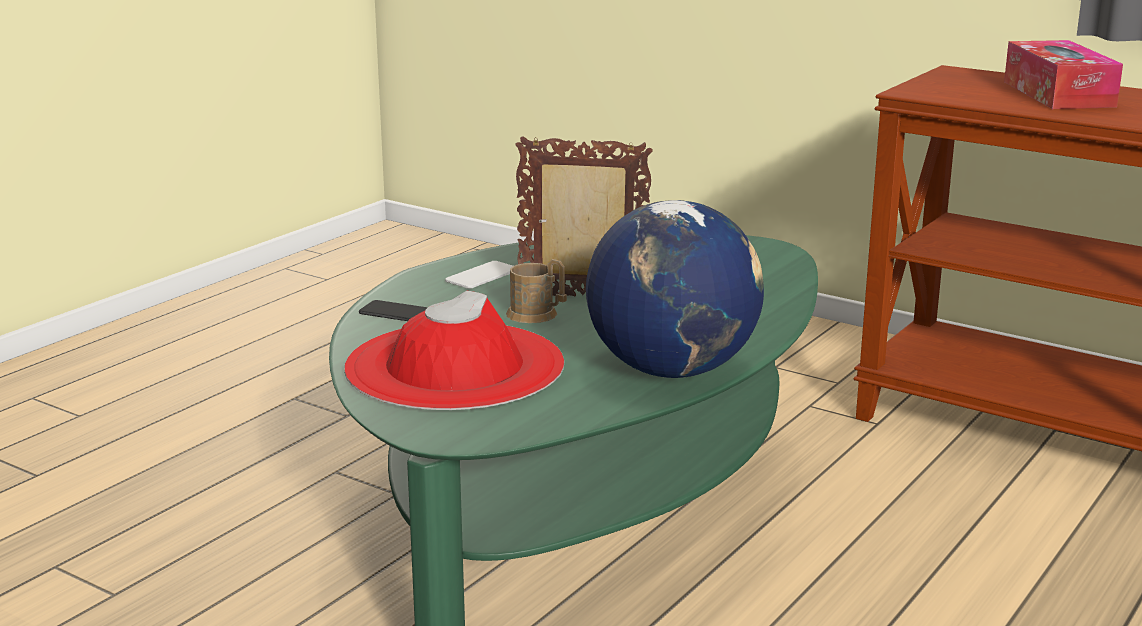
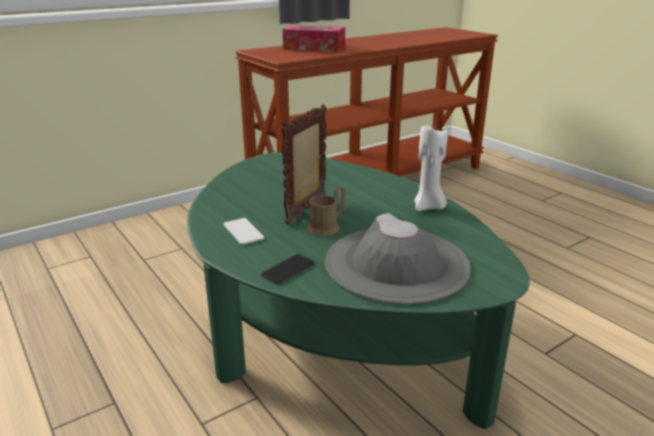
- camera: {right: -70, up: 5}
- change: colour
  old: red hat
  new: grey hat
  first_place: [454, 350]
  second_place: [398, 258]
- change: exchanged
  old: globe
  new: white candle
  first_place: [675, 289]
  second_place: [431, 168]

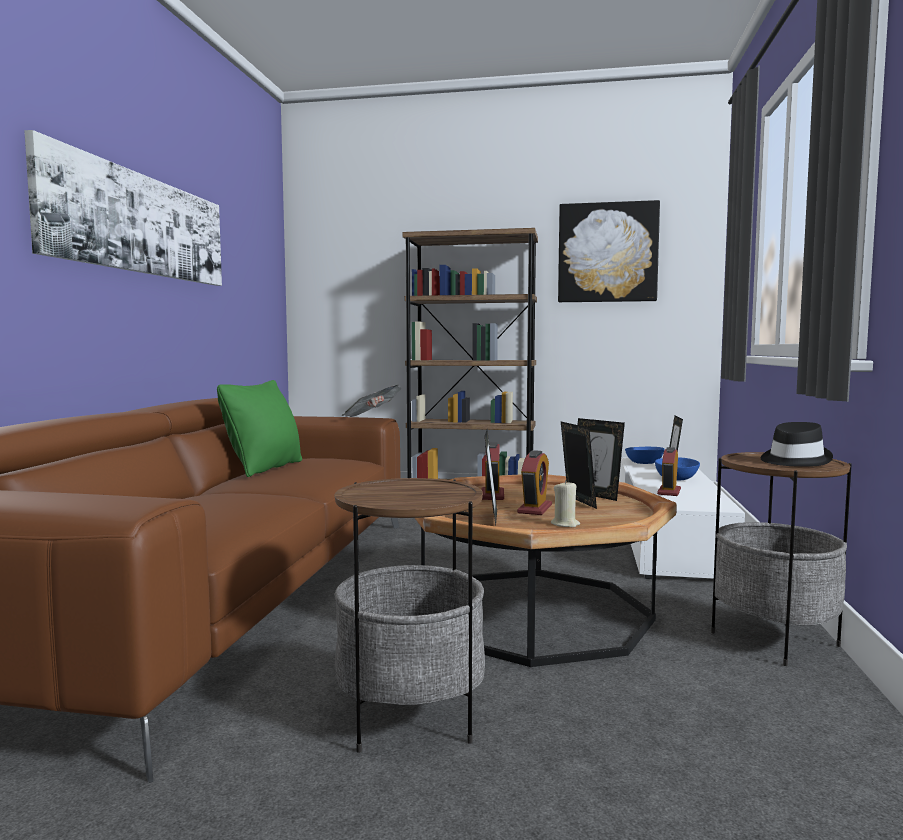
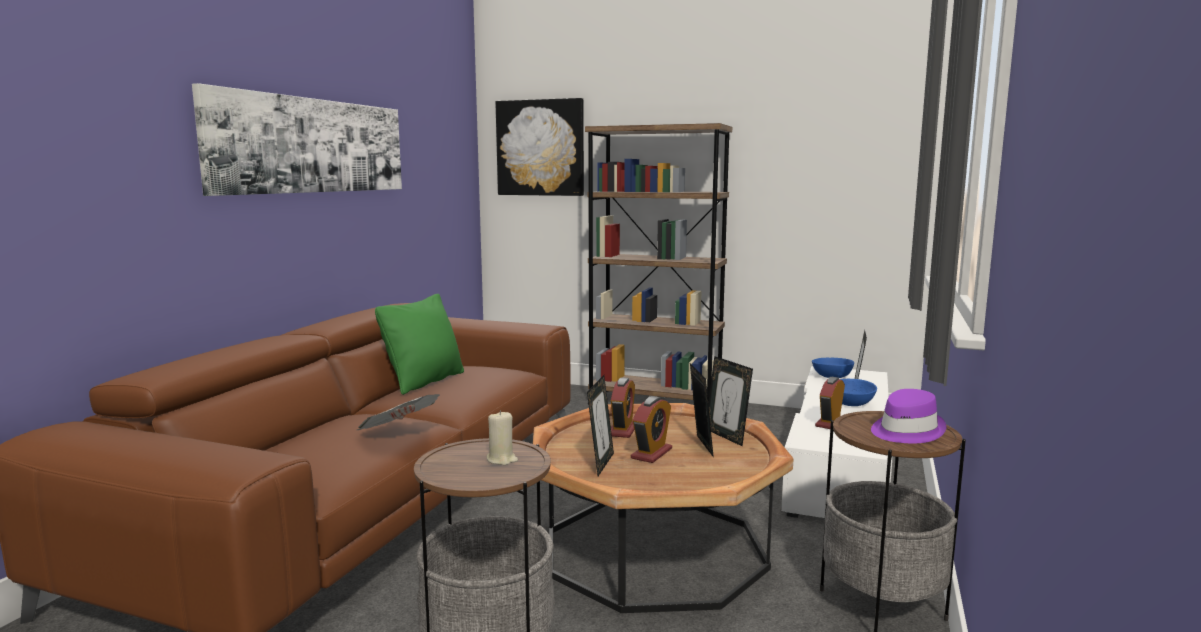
- camera: {right: 10, up: 5}
- change: relocated
  old: newspaper
  first_place: [371, 401]
  second_place: [398, 412]
- change: relocated
  old: beige candle
  first_place: [565, 503]
  second_place: [502, 437]
- change: relocated
  old: picture
  first_place: [609, 251]
  second_place: [539, 147]
- change: colour
  old: black hat
  new: purple hat
  first_place: [797, 444]
  second_place: [908, 416]

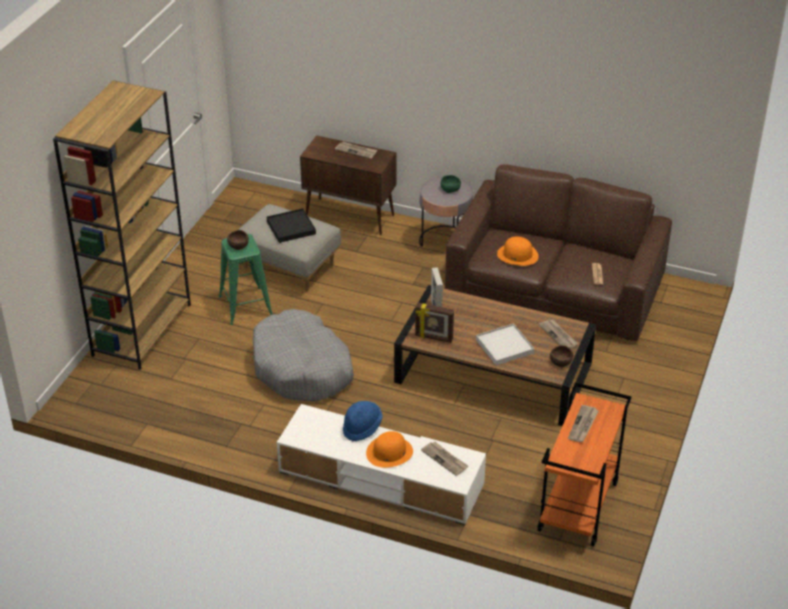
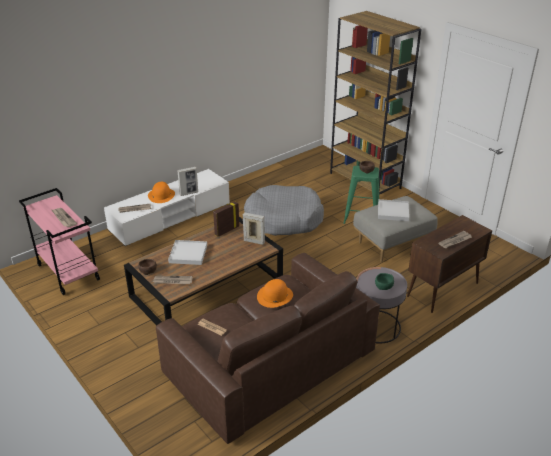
- camera: {right: 120, up: -5}
- change: colour
  old: orange cart
  new: pink cart
  first_place: [584, 465]
  second_place: [59, 241]
- change: exchanged
  old: blue hat
  new: picture frame
  first_place: [363, 421]
  second_place: [187, 181]
- change: colour
  old: black tray
  new: white tray
  first_place: [291, 225]
  second_place: [393, 210]

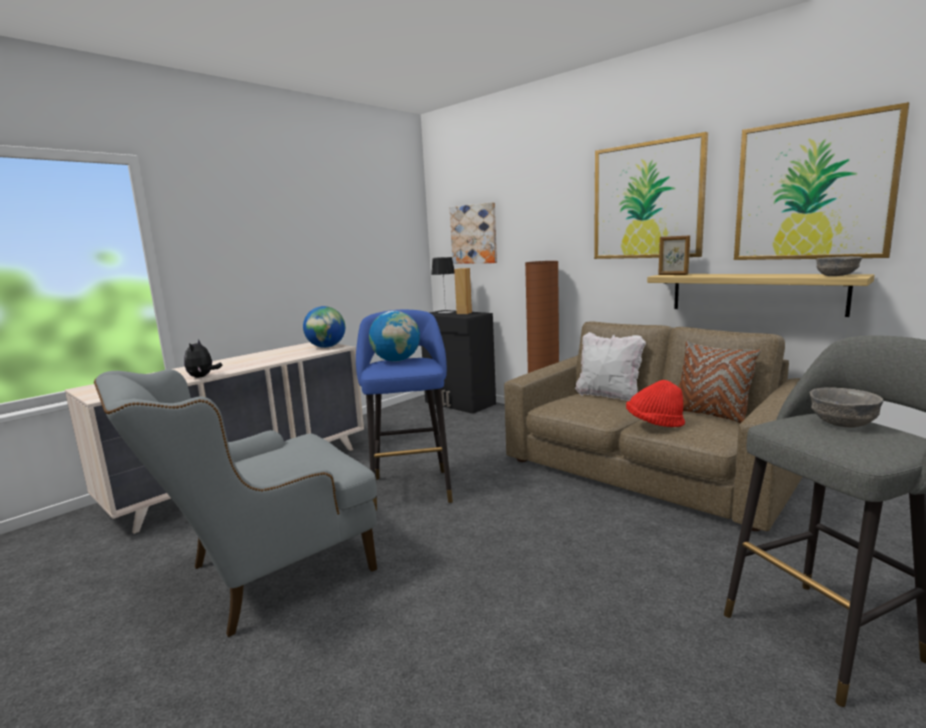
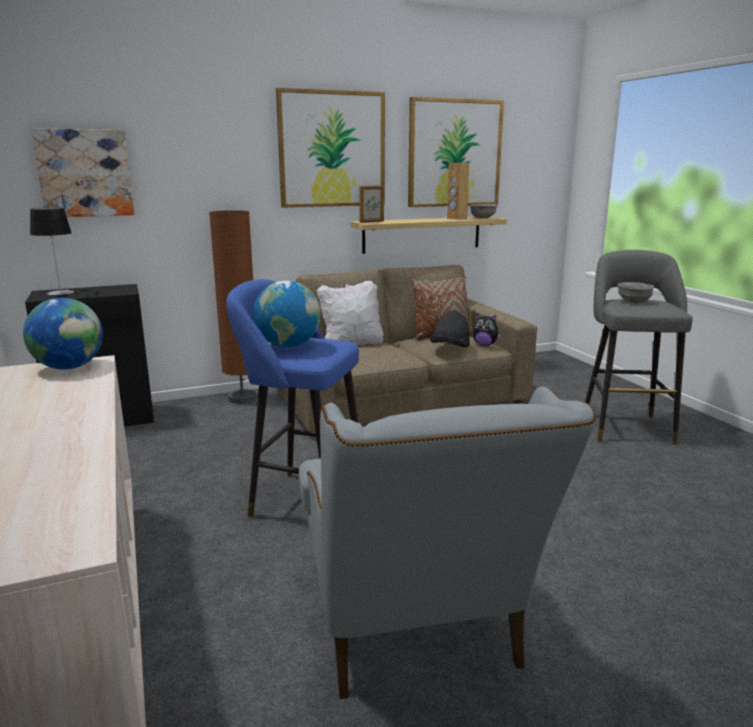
- camera: {right: -65, up: 5}
- change: colour
  old: red hat
  new: black hat
  first_place: [655, 403]
  second_place: [450, 328]
- change: relocated
  old: brown speaker
  first_place: [463, 291]
  second_place: [458, 191]
- change: relocated
  old: plush toy
  first_place: [203, 358]
  second_place: [487, 330]

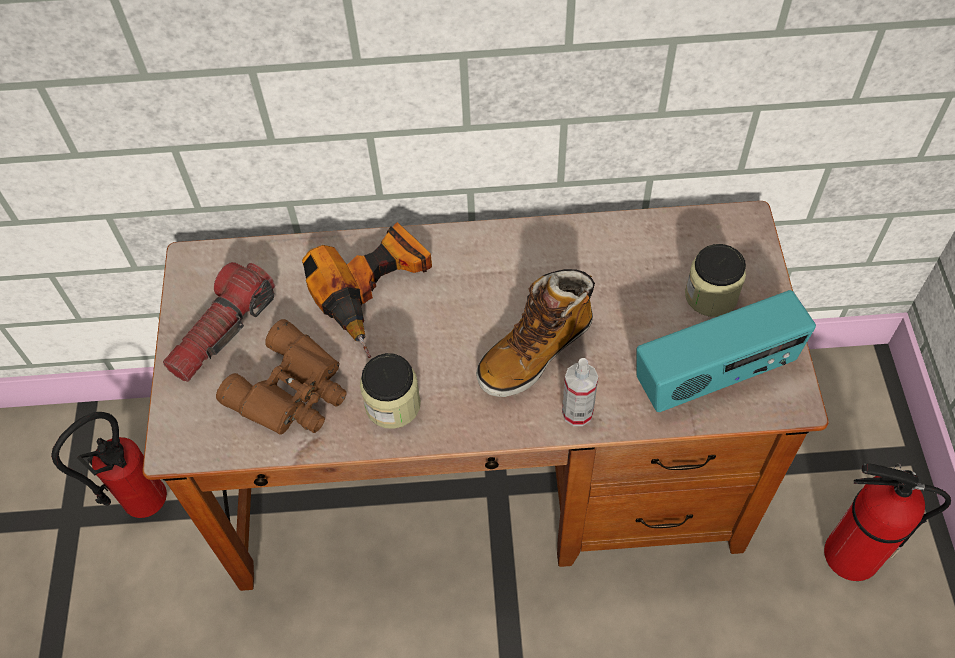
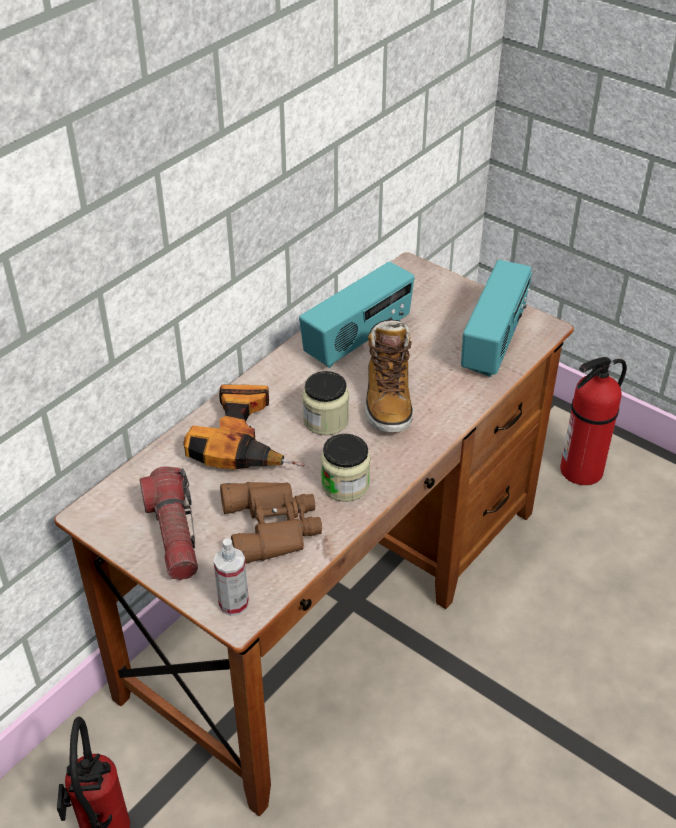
- camera: {right: -50, up: -15}
- change: relocated
  old: spray bottle
  first_place: [580, 392]
  second_place: [231, 577]
- change: appeared
  new: radio
  second_place: [356, 315]
- change: relocated
  old: jar
  first_place: [715, 280]
  second_place: [325, 403]

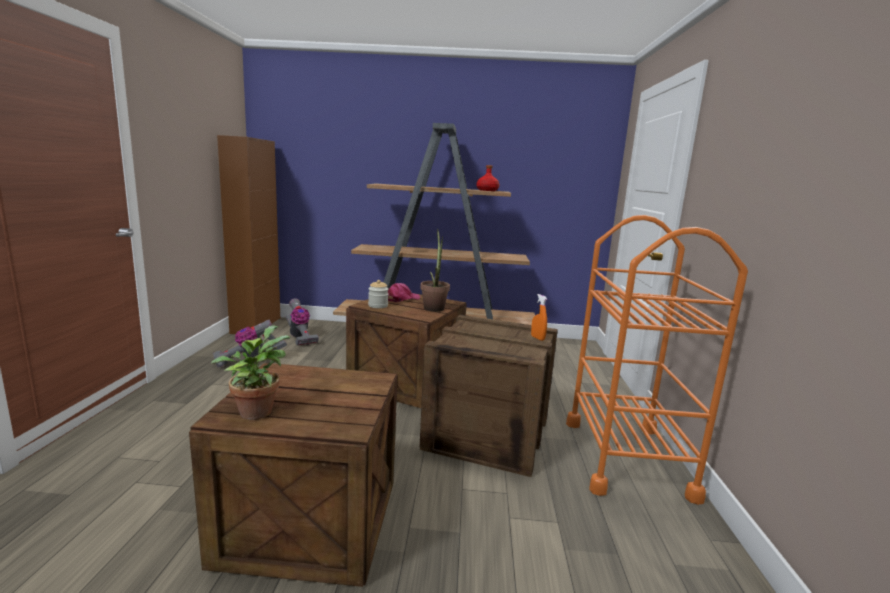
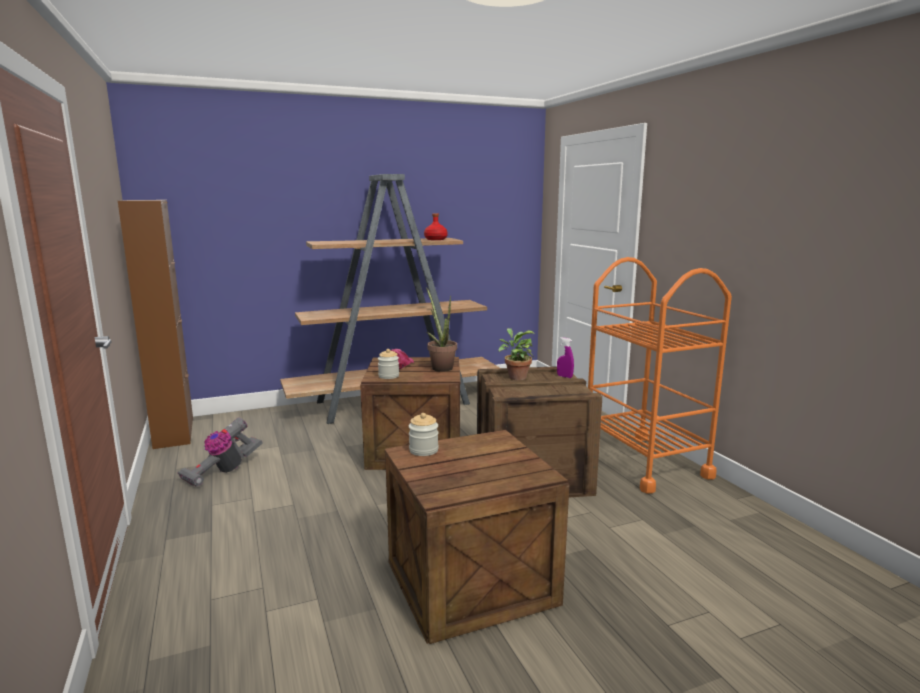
- camera: {right: -25, up: 0}
- change: appeared
  new: jar
  second_place: [424, 434]
- change: relocated
  old: potted plant
  first_place: [250, 372]
  second_place: [516, 354]
- change: colour
  old: orange spray bottle
  new: purple spray bottle
  first_place: [539, 317]
  second_place: [565, 357]
- change: missing
  old: vacuum cleaner
  first_place: [302, 321]

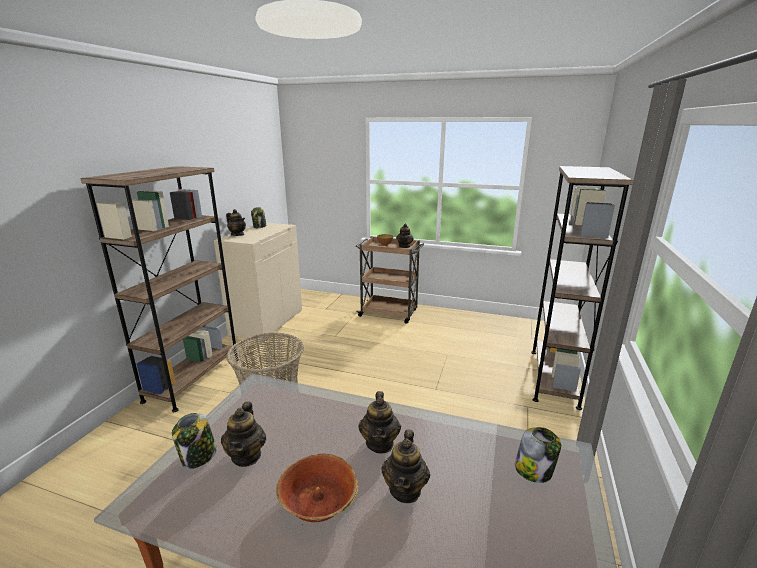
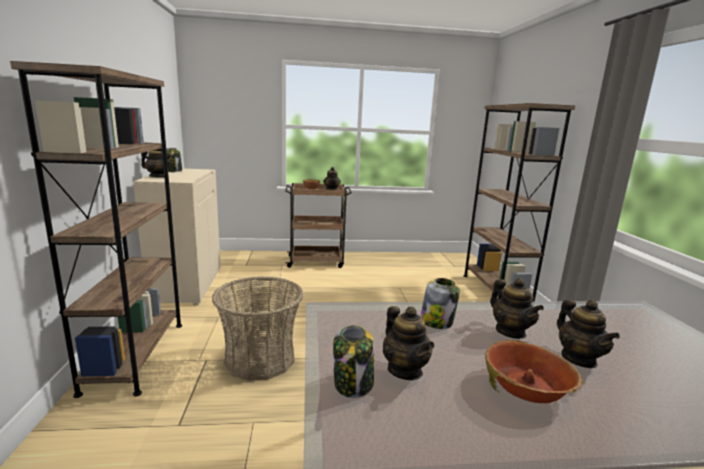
- camera: {right: -25, up: -5}
- change: relocated
  old: jar
  first_place: [538, 455]
  second_place: [440, 303]

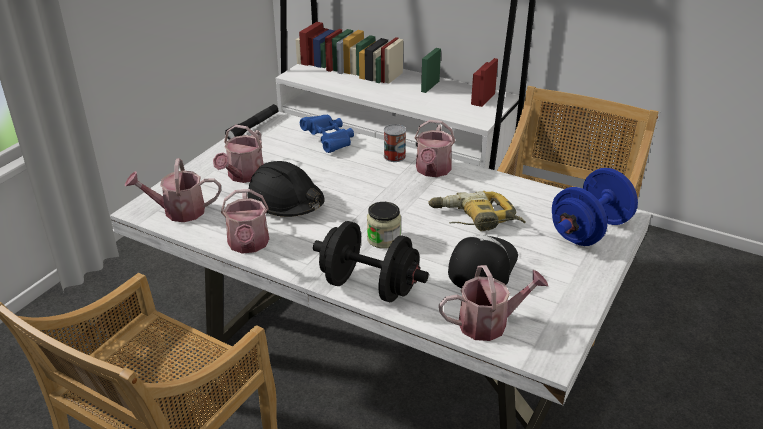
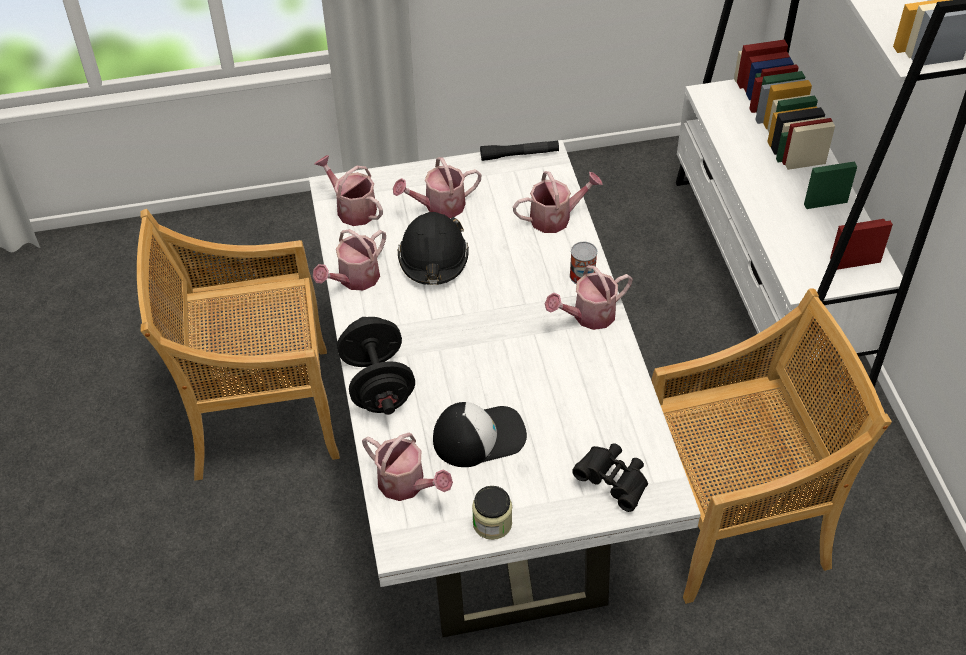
- camera: {right: 50, up: 15}
- change: relocated
  old: jar
  first_place: [384, 225]
  second_place: [492, 513]
- change: exchanged
  old: blue binoculars
  new: watering can
  first_place: [327, 134]
  second_place: [558, 202]
- change: exchanged
  old: blue dumbbell
  new: black binoculars
  first_place: [595, 207]
  second_place: [610, 477]
- change: missing
  old: power drill
  first_place: [477, 211]

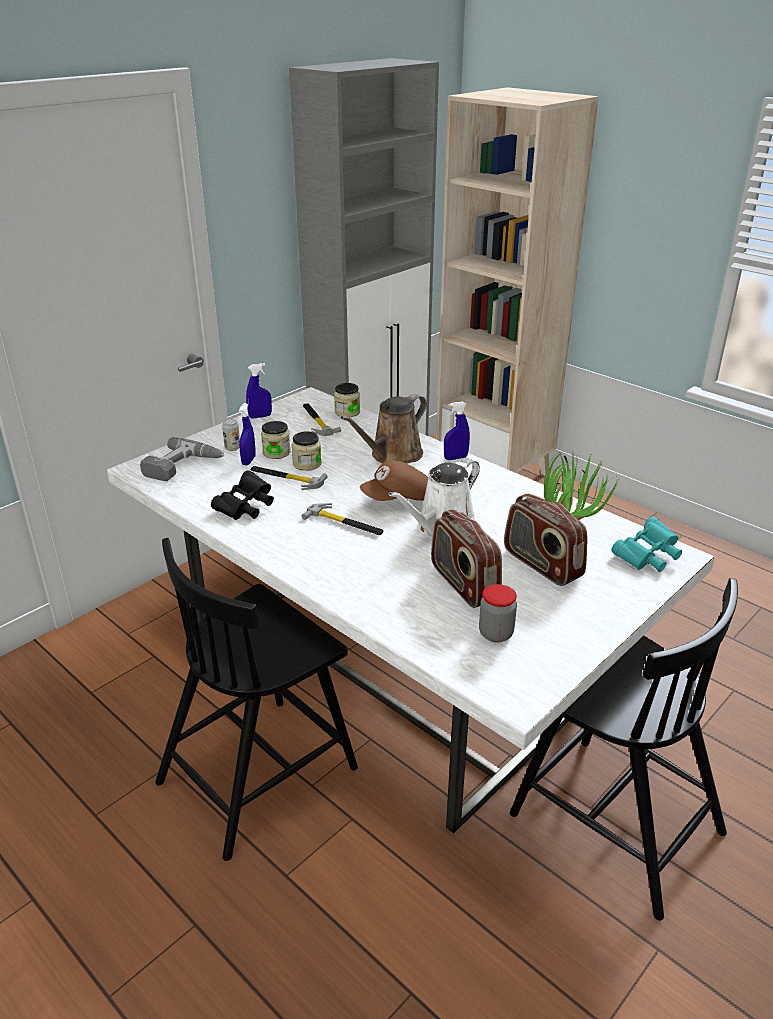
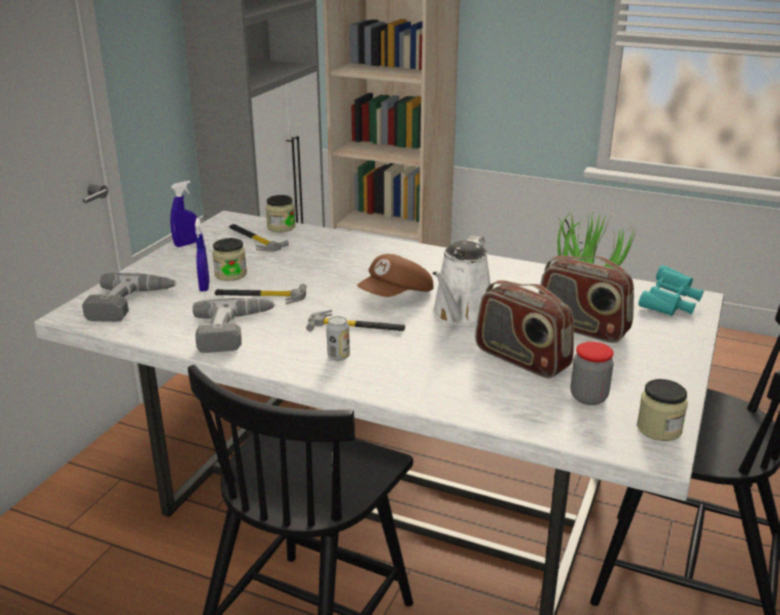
- camera: {right: -20, up: -5}
- change: exchanged
  old: black binoculars
  new: power drill
  first_place: [242, 495]
  second_place: [234, 325]
- change: relocated
  old: can
  first_place: [231, 435]
  second_place: [338, 338]
- change: relocated
  old: jar
  first_place: [306, 451]
  second_place: [662, 410]
- change: missing
  old: brown watering can
  first_place: [384, 428]
- change: missing
  old: blue spray bottle
  first_place: [457, 430]

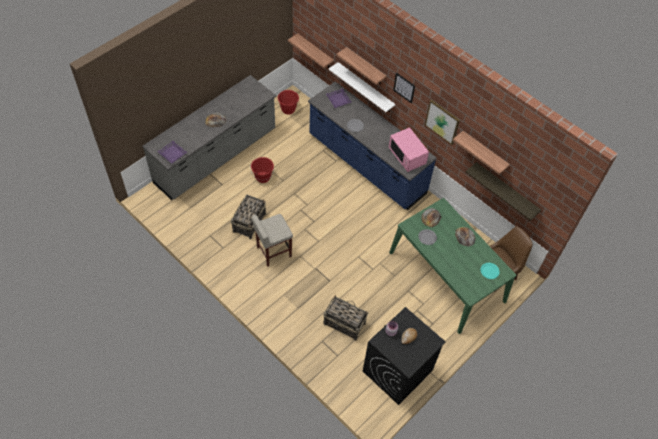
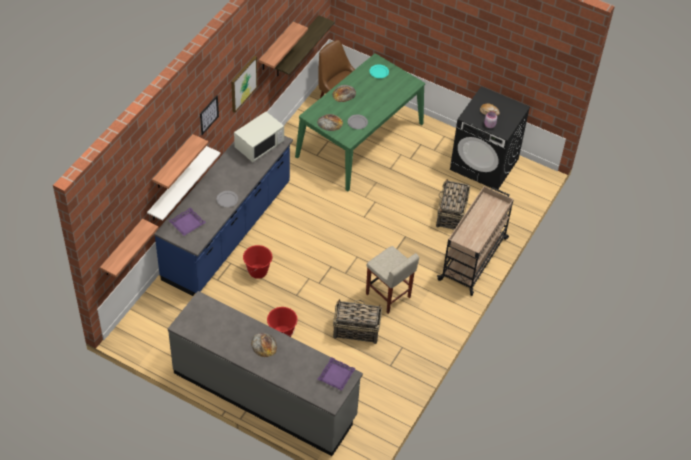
- camera: {right: -105, up: -5}
- change: colour
  old: pink microwave
  new: white microwave
  first_place: [409, 149]
  second_place: [259, 137]
- change: relocated
  old: red bucket
  first_place: [288, 102]
  second_place: [257, 262]
- change: appeared
  new: beige cart
  second_place: [475, 241]

